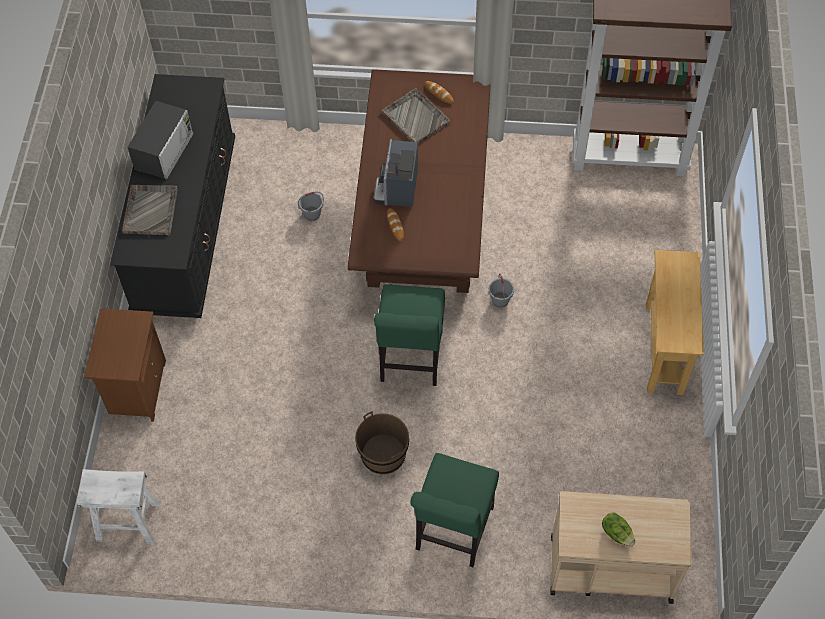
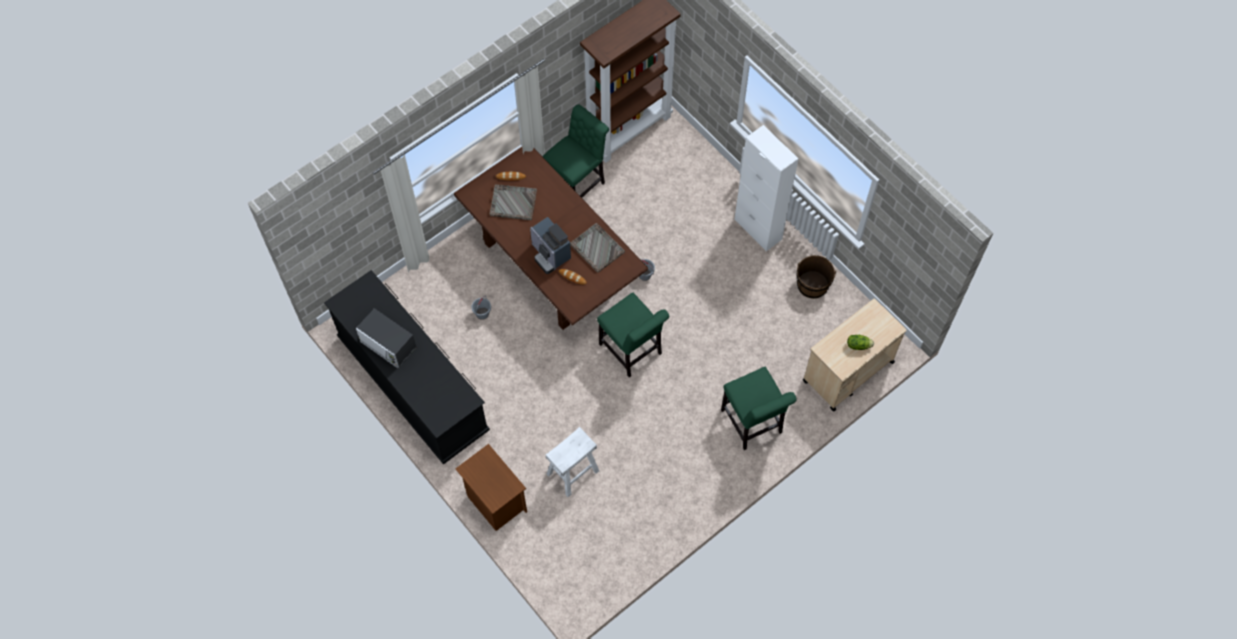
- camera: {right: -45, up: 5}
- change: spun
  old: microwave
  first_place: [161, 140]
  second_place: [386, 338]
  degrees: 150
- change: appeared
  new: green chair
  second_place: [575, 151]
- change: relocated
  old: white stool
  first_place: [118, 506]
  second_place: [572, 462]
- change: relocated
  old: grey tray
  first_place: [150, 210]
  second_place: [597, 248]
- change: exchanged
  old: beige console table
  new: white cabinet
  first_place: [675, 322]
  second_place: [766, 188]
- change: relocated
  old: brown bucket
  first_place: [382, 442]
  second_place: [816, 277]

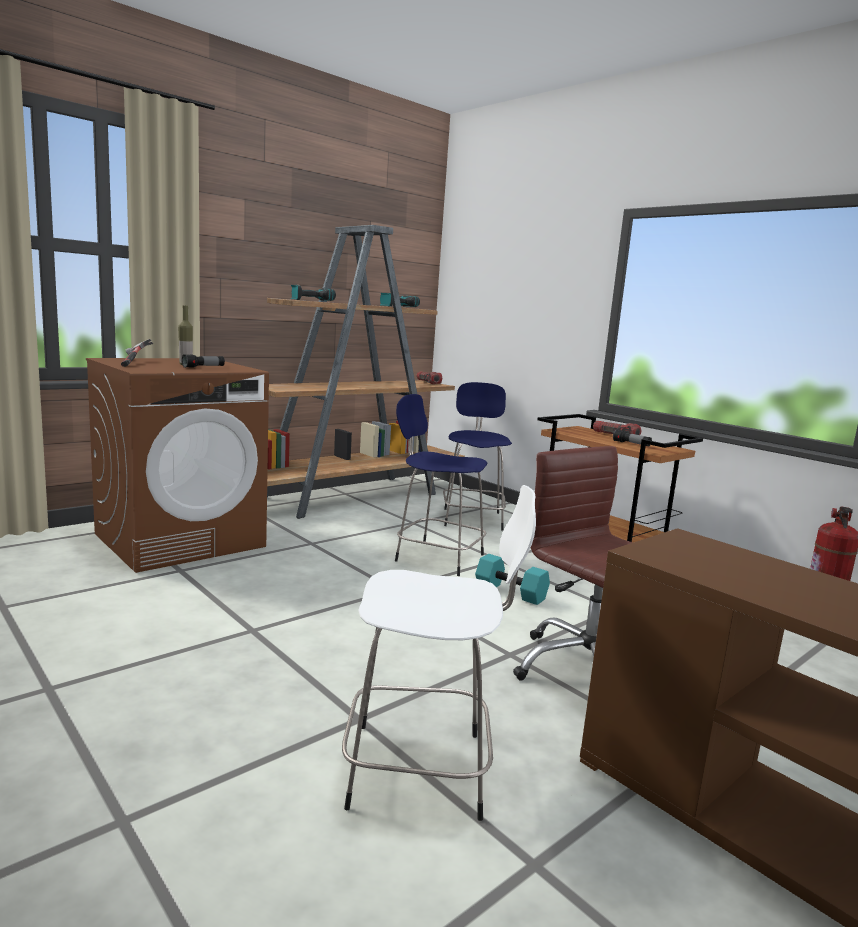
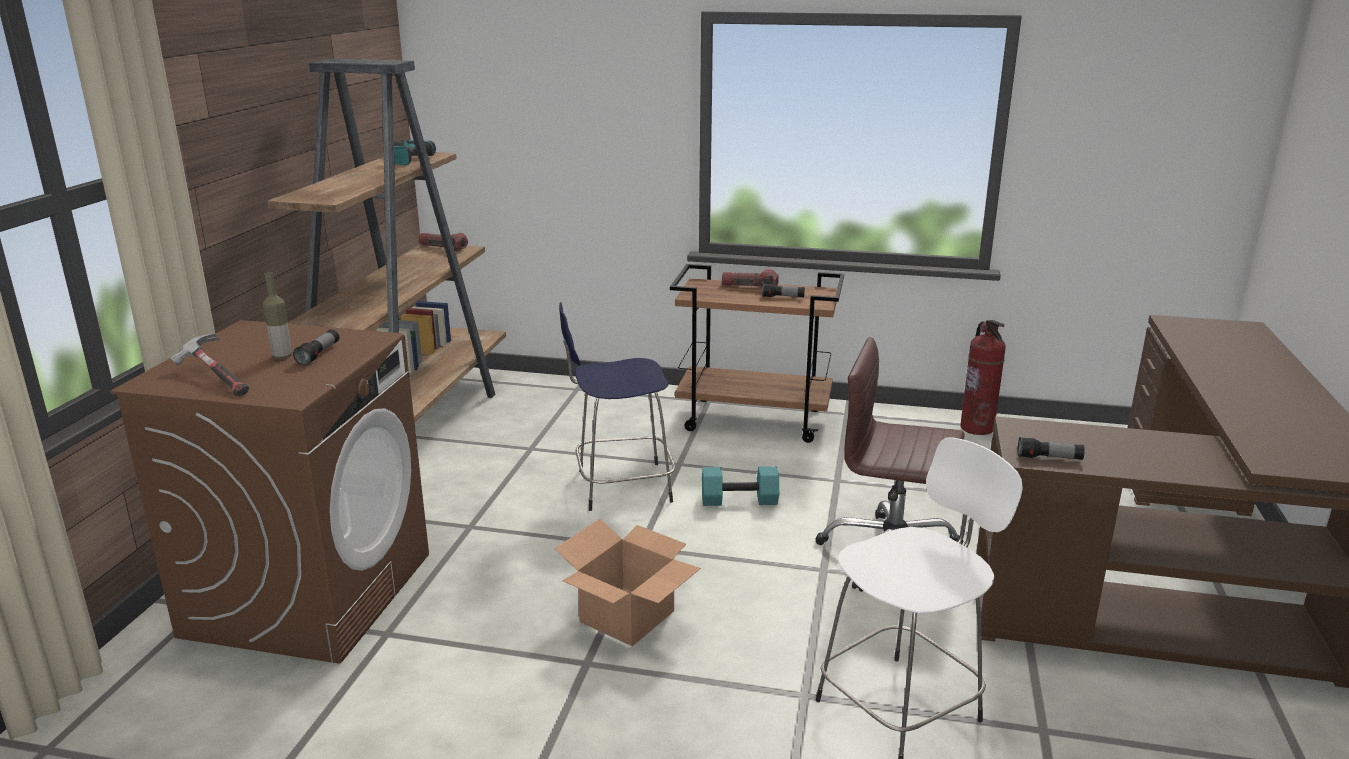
- camera: {right: -35, up: 10}
- change: appeared
  new: cardboard box
  second_place: [627, 582]
- change: appeared
  new: flashlight
  second_place: [1051, 448]
- change: missing
  old: power drill
  first_place: [313, 293]
- change: missing
  old: blue stool
  first_place: [477, 456]

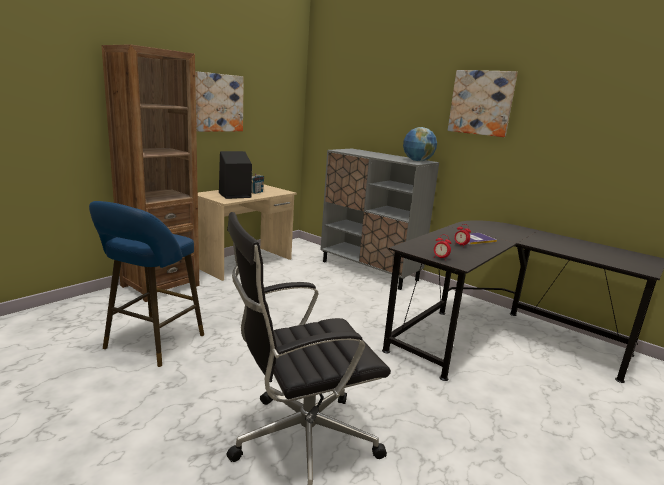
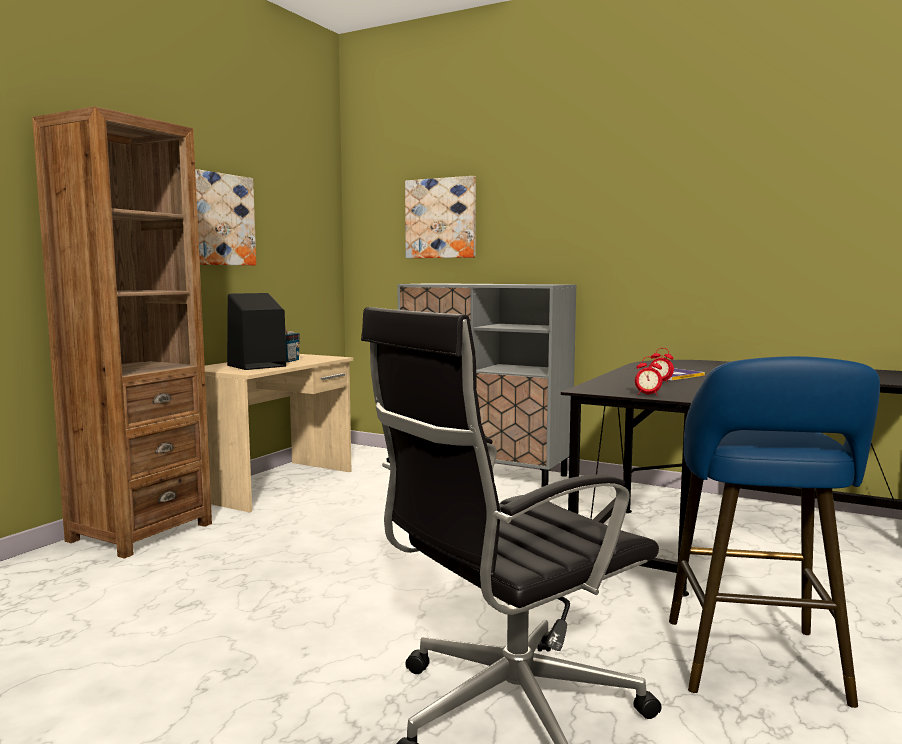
- camera: {right: -10, up: -10}
- change: relocated
  old: picture
  first_place: [483, 103]
  second_place: [440, 217]
- change: relocated
  old: blue stool
  first_place: [146, 284]
  second_place: [774, 532]
- change: missing
  old: globe
  first_place: [420, 144]

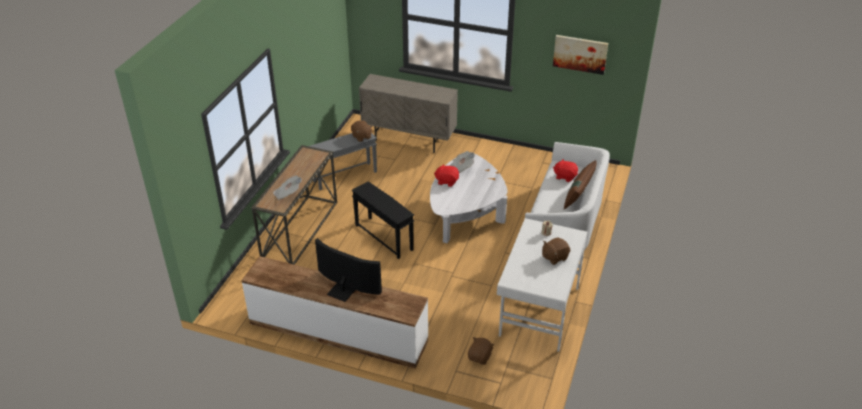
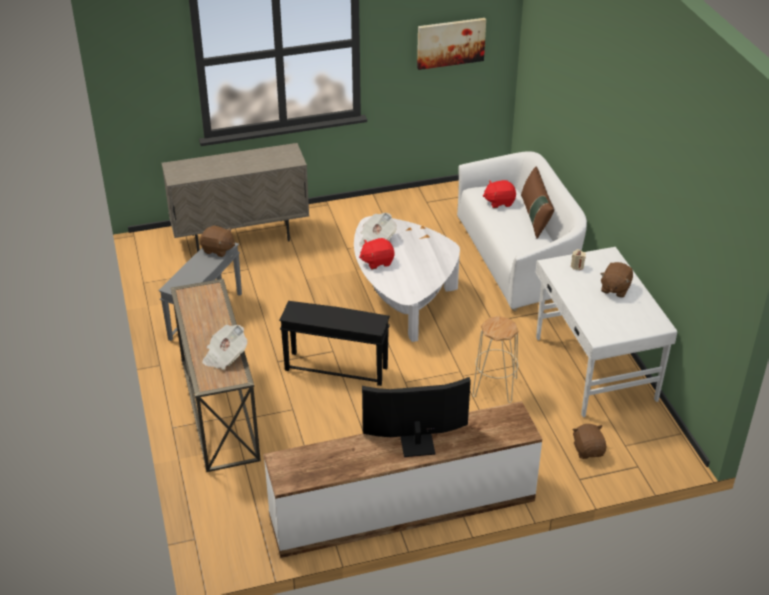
- camera: {right: -35, up: 0}
- change: appeared
  new: beige stool
  second_place: [496, 359]

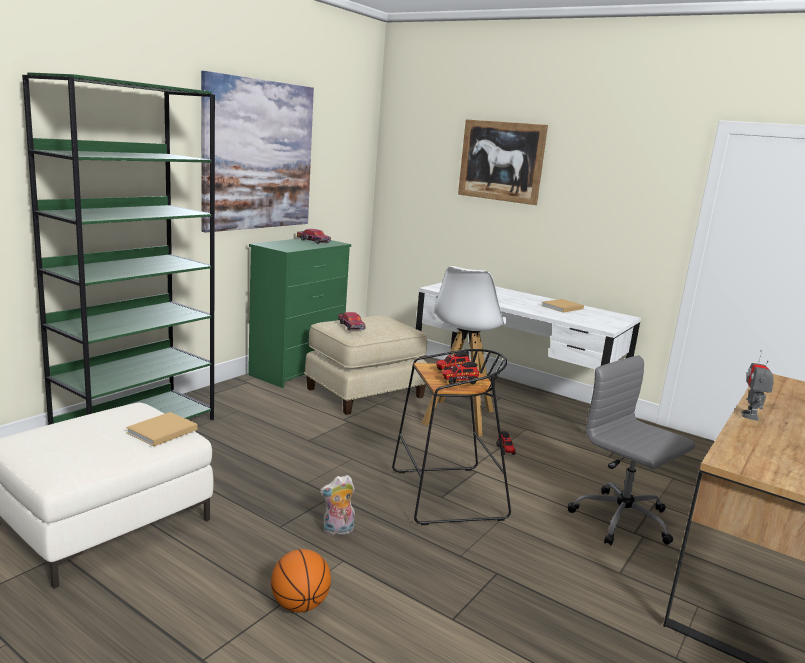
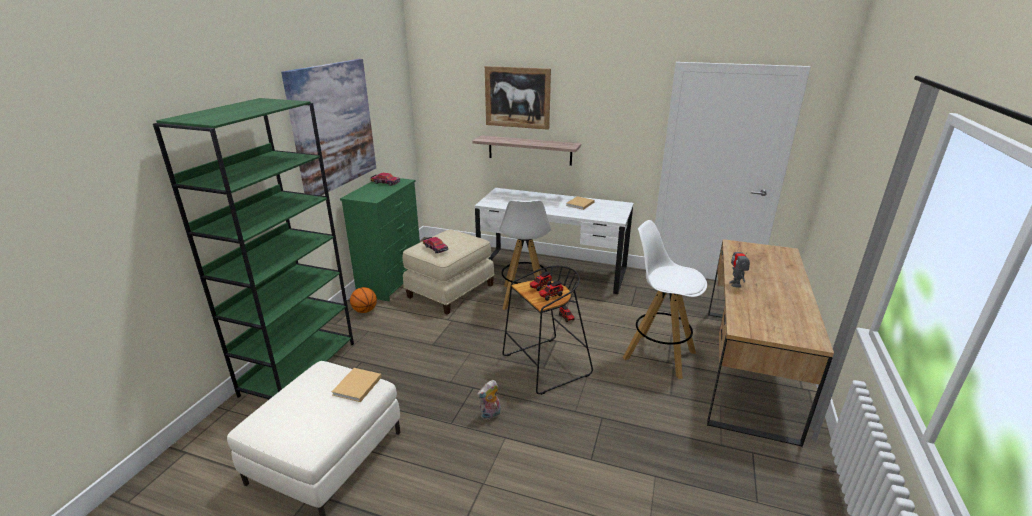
- camera: {right: -15, up: 10}
- change: relocated
  old: basketball
  first_place: [301, 580]
  second_place: [363, 300]
- change: appeared
  new: shelf
  second_place: [527, 150]
- change: exchanged
  old: grey office chair
  new: white stool
  first_place: [631, 450]
  second_place: [665, 299]

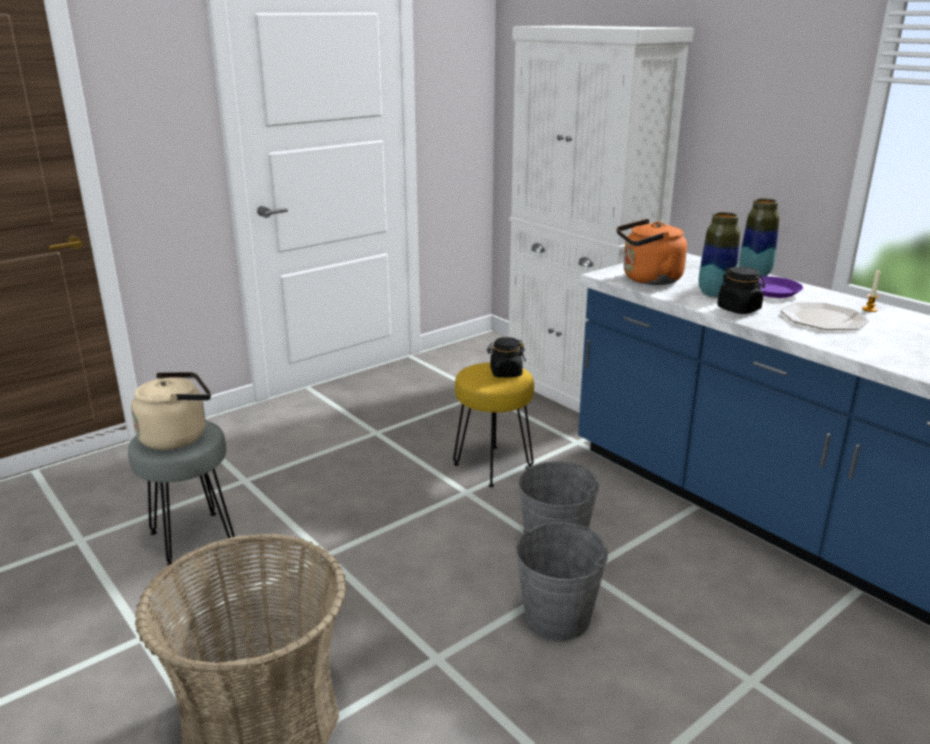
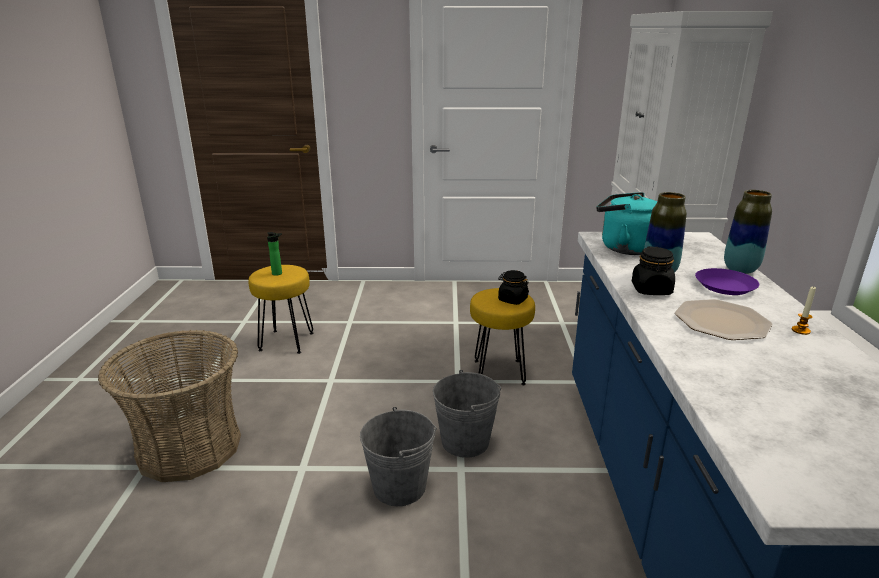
- camera: {right: 40, up: 0}
- change: colour
  old: grey stool
  new: yellow stool
  first_place: [181, 493]
  second_place: [281, 309]
- change: exchanged
  old: beige kettle
  new: bottle
  first_place: [171, 411]
  second_place: [274, 254]
- change: colour
  old: orange kettle
  new: turquoise kettle
  first_place: [652, 252]
  second_place: [627, 223]

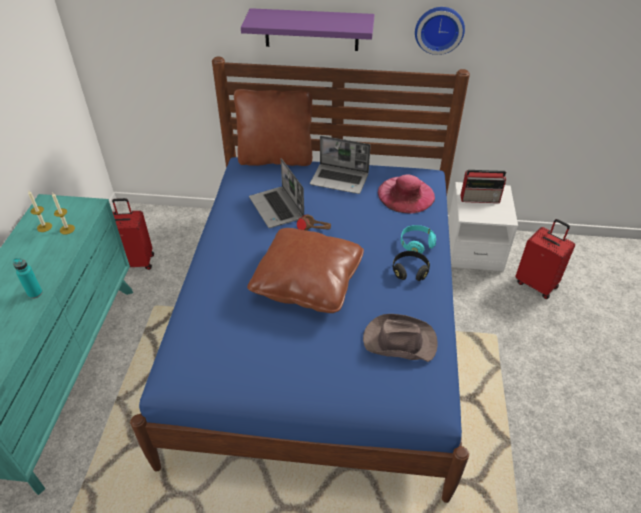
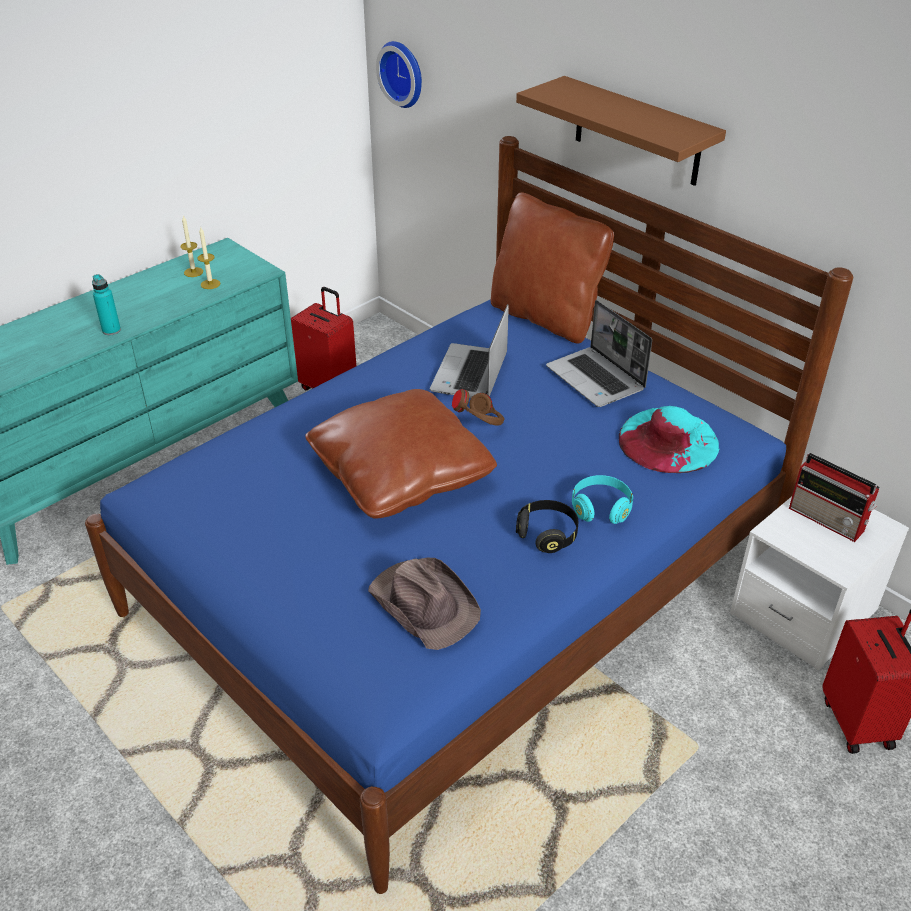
- camera: {right: 40, up: -5}
- change: relocated
  old: wall clock
  first_place: [440, 31]
  second_place: [399, 74]
- change: colour
  old: purple shelf
  new: brown shelf
  first_place: [307, 29]
  second_place: [621, 131]
- change: colour
  old: pink hat
  new: turquoise hat
  first_place: [406, 193]
  second_place: [669, 439]

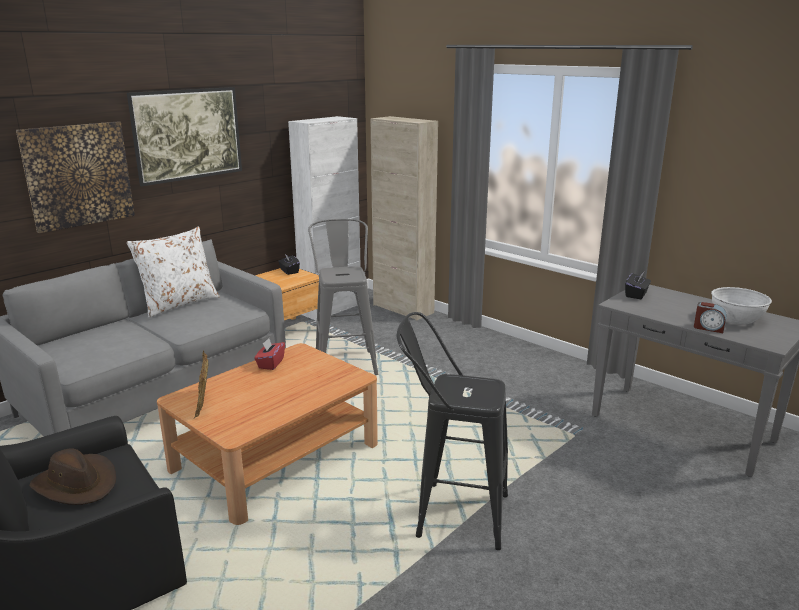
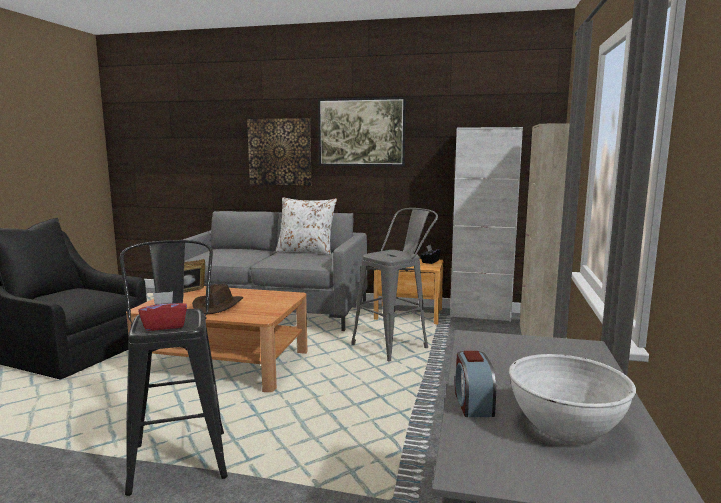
- camera: {right: 60, up: -10}
- change: relocated
  old: red tissue box
  first_place: [269, 354]
  second_place: [162, 311]
- change: relocated
  old: brown hat
  first_place: [72, 476]
  second_place: [217, 299]
- change: missing
  old: black tissue box
  first_place: [638, 285]

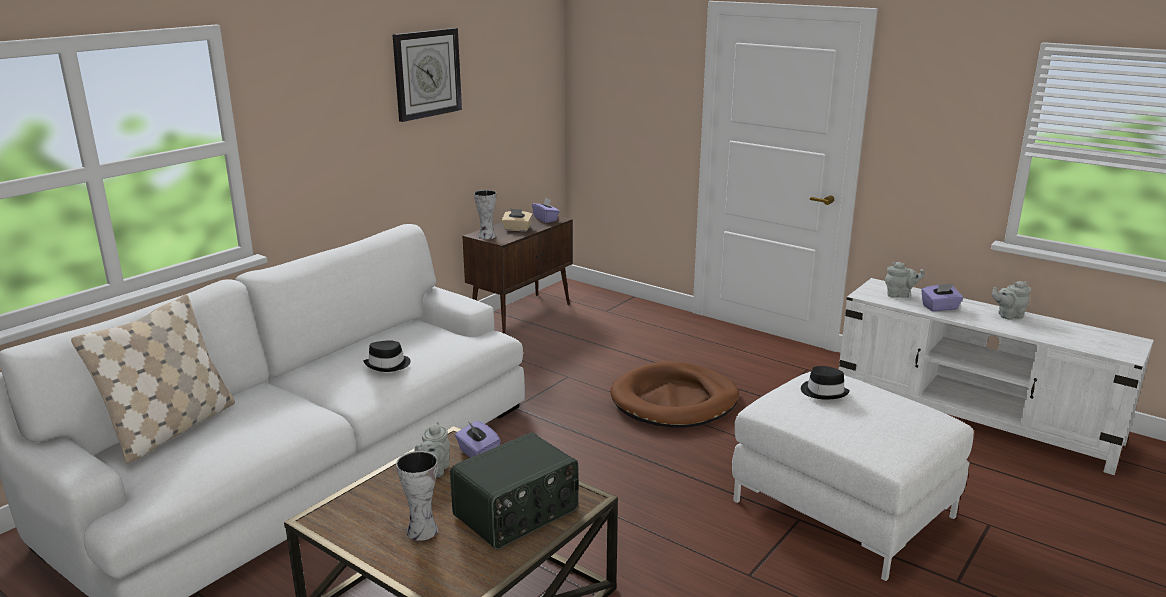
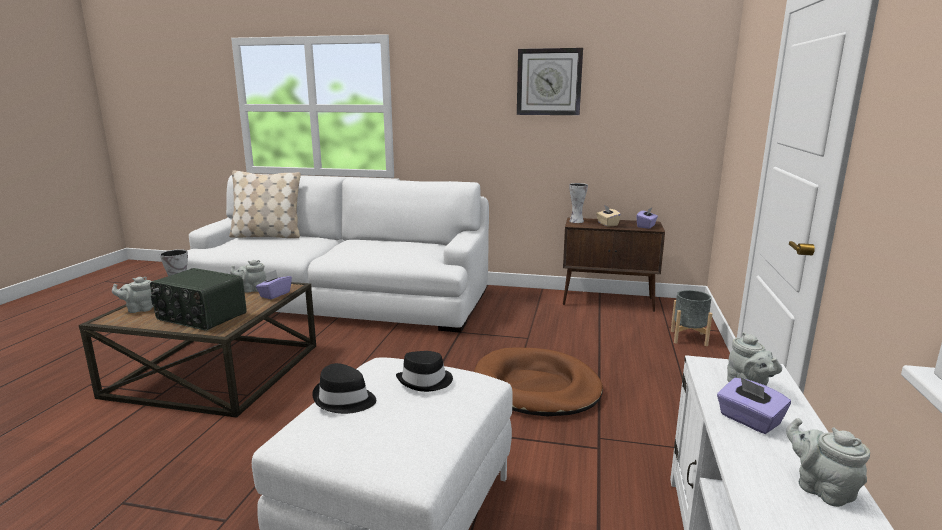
- camera: {right: 65, up: -5}
- change: appeared
  new: grey teapot
  second_place: [133, 295]
- change: relocated
  old: black hat
  first_place: [387, 356]
  second_place: [344, 388]
- change: appeared
  new: grey planter
  second_place: [691, 318]

